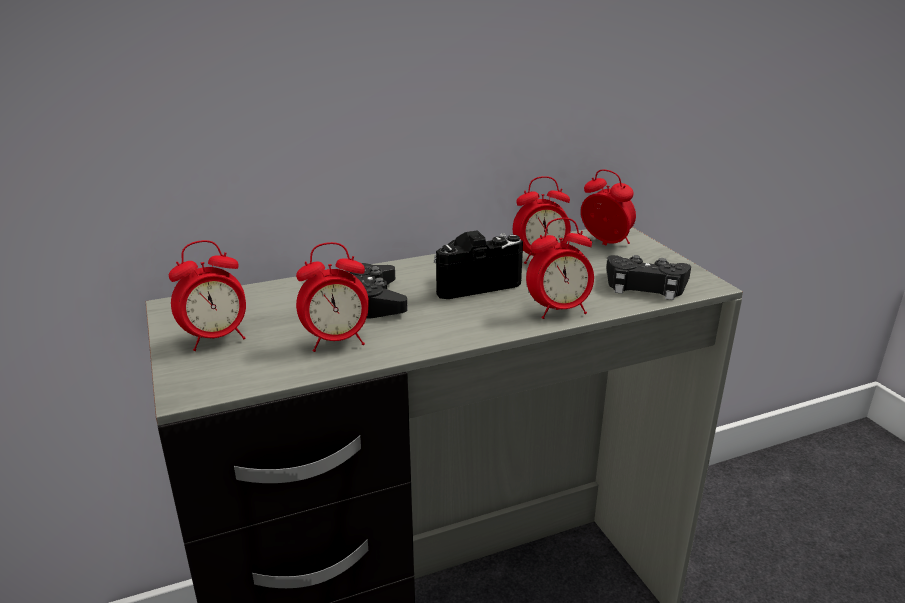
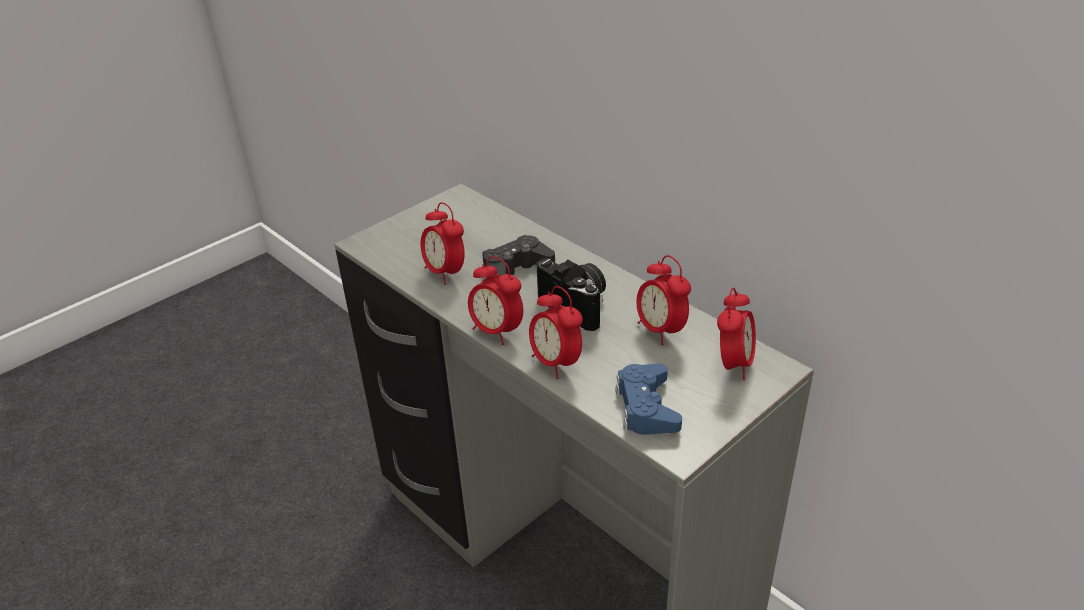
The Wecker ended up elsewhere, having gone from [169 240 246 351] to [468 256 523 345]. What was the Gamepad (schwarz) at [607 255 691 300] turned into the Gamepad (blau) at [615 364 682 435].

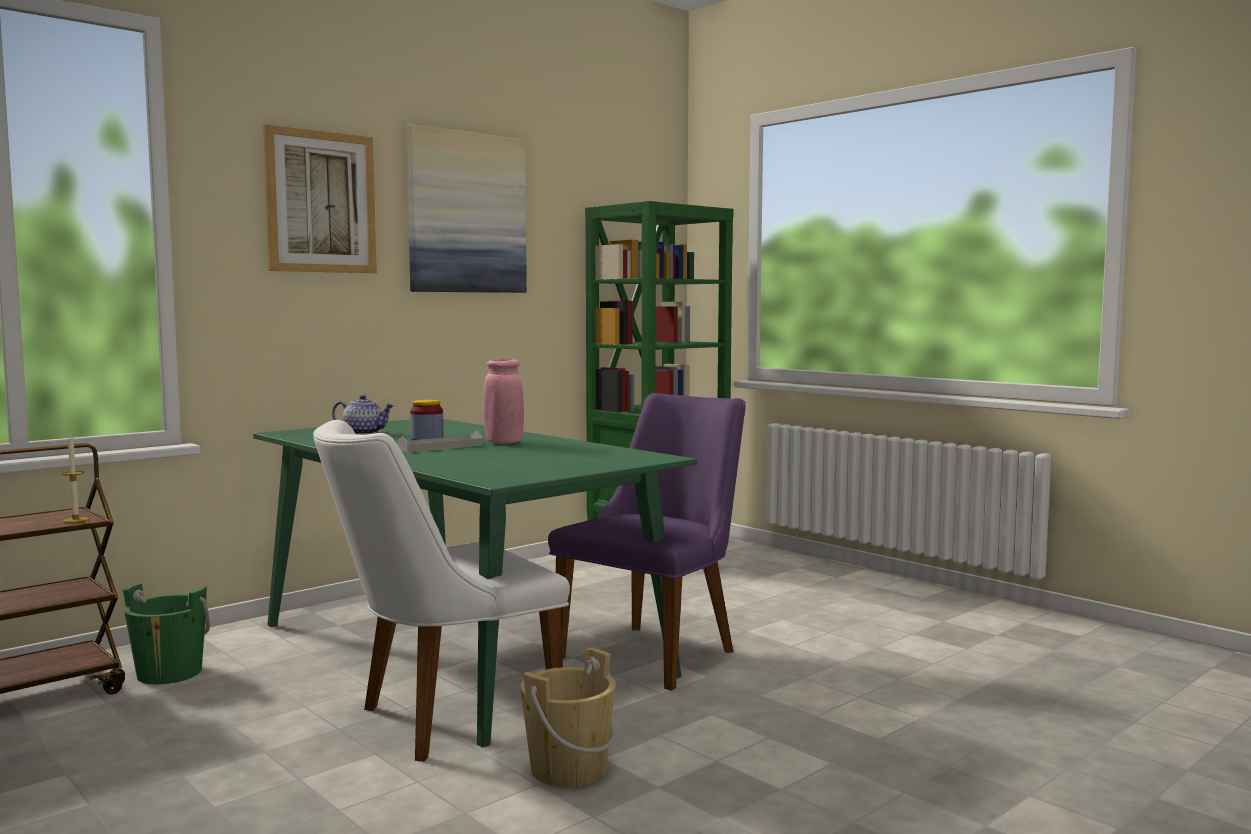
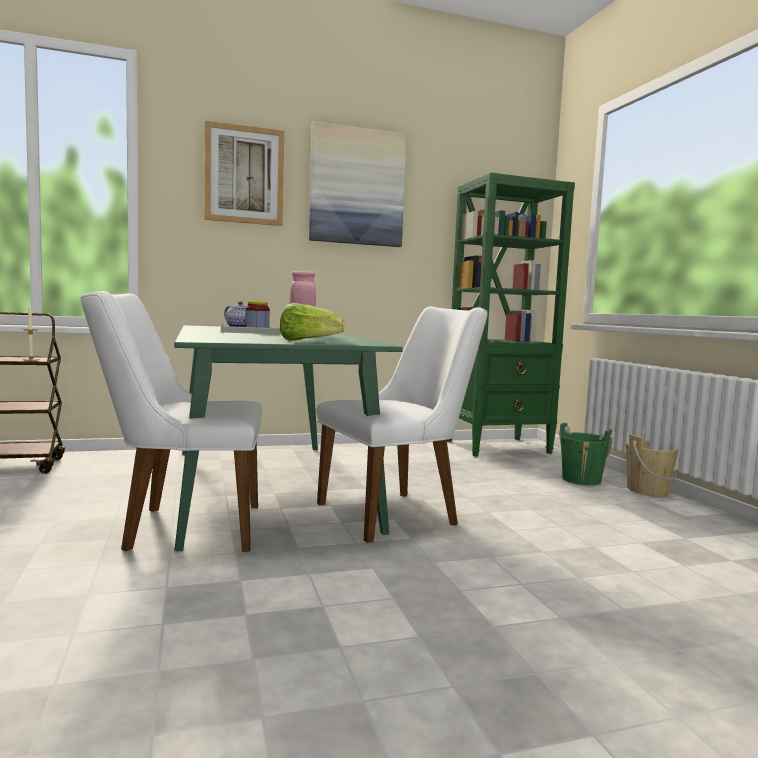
The second view gained the Salatkopf at [280 303 344 341]. What was the Stuhl (lila) at [548 393 746 691] turned into the Stuhl (weiß) at [317 306 488 543]. The Eimer (grün) ended up elsewhere, having gone from [123 583 210 684] to [559 423 613 485]. The Eimer (beige) ended up elsewhere, having gone from [520 647 616 787] to [626 434 679 496].

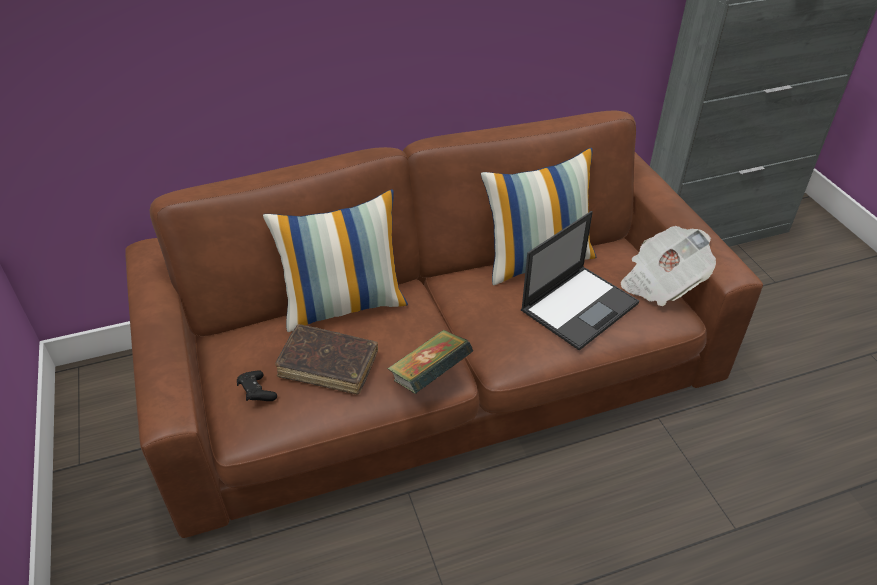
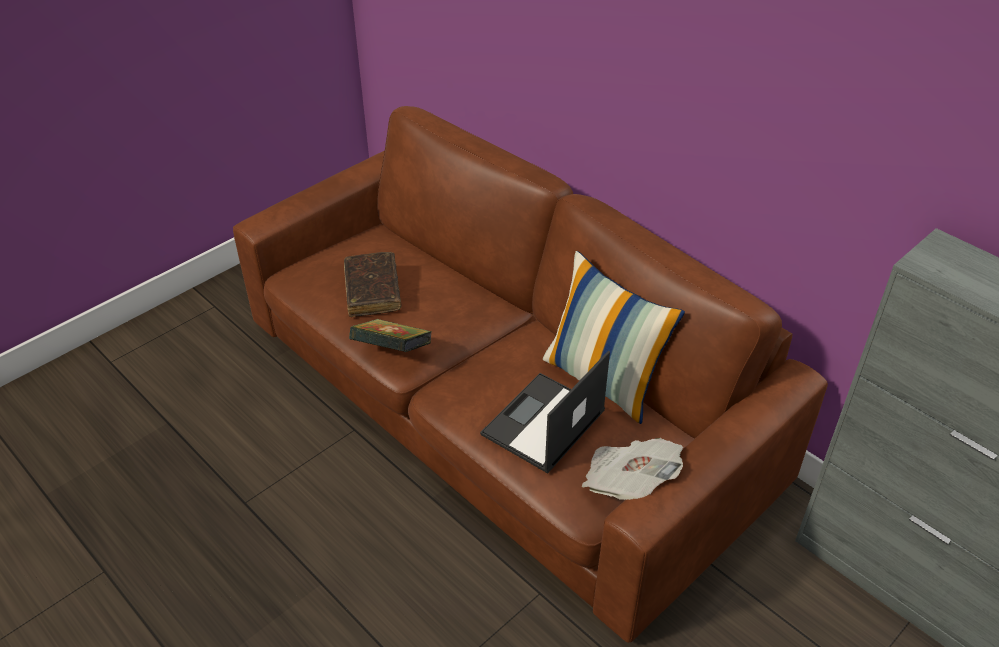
The Laptop at [521 211 639 351] ended up facing another way, 105 degrees clockwise from before. The second view lost the Gamepad (schwarz) at [237 370 277 401]. The second view lost the Kissen at [263 189 408 332].

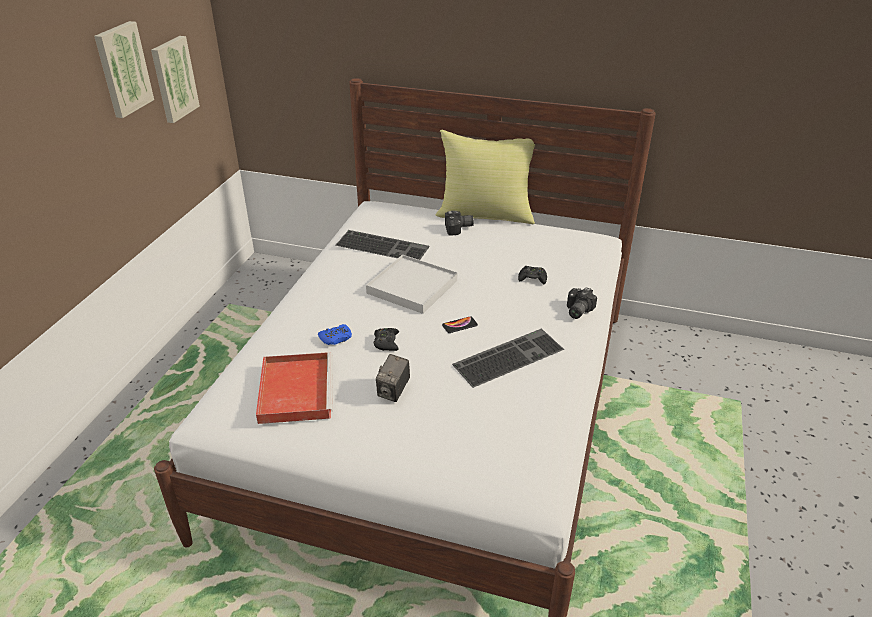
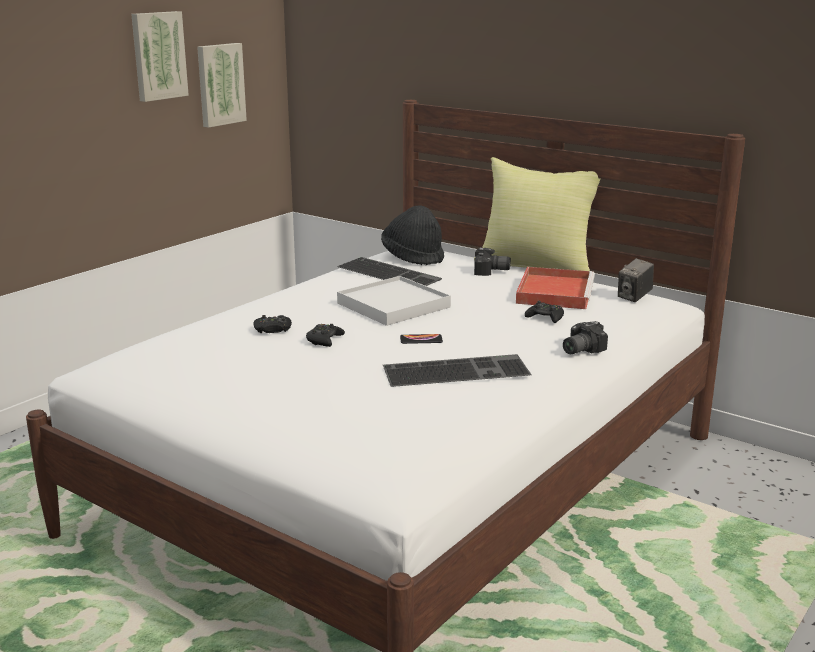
What was the Gamepad (blau) at [318 324 352 345] turned into the Gamepad (schwarz) at [253 315 292 333]. The second view gained the Hut (schwarz) at [381 206 444 265]. The Tablett (rot) ended up elsewhere, having gone from [256 352 333 424] to [516 267 595 309]. The Kamera ended up elsewhere, having gone from [376 354 410 402] to [618 258 654 302].

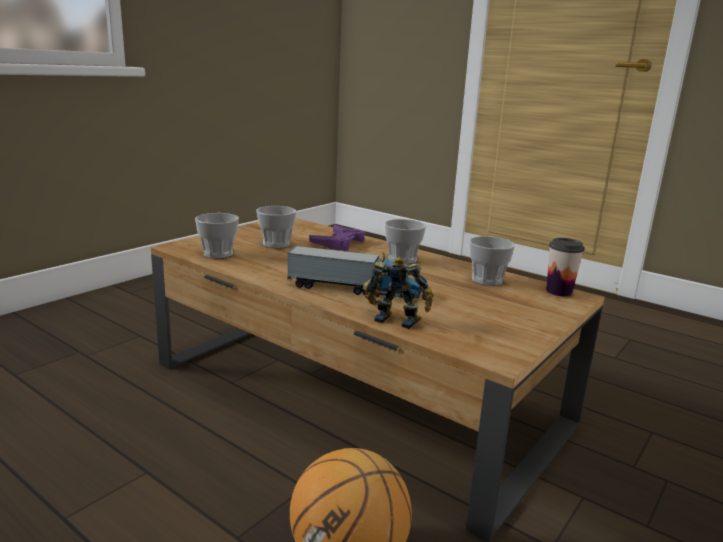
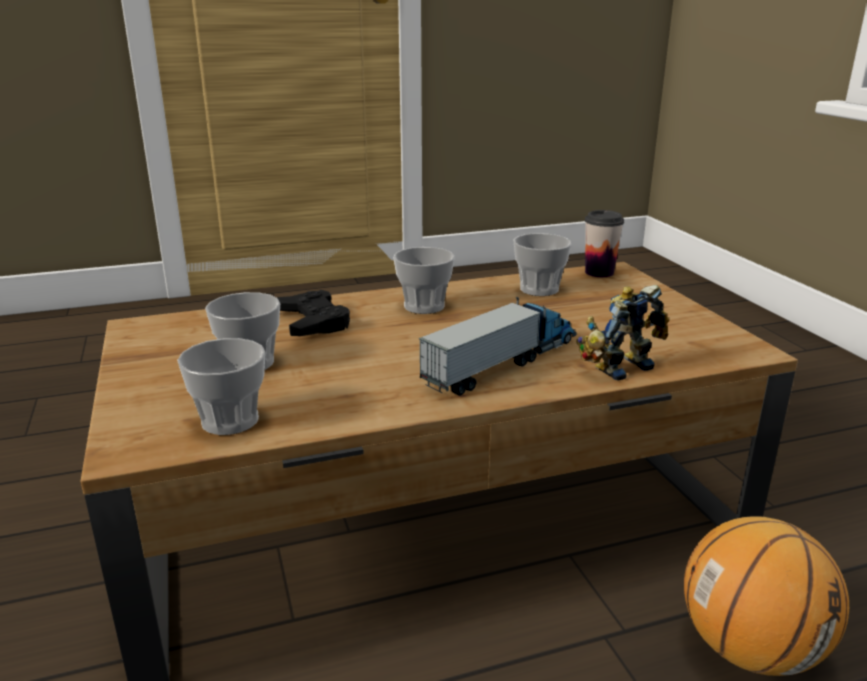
What was the Gamepad (lila) at [309 225 365 251] turned into the Gamepad (schwarz) at [276 290 350 336].

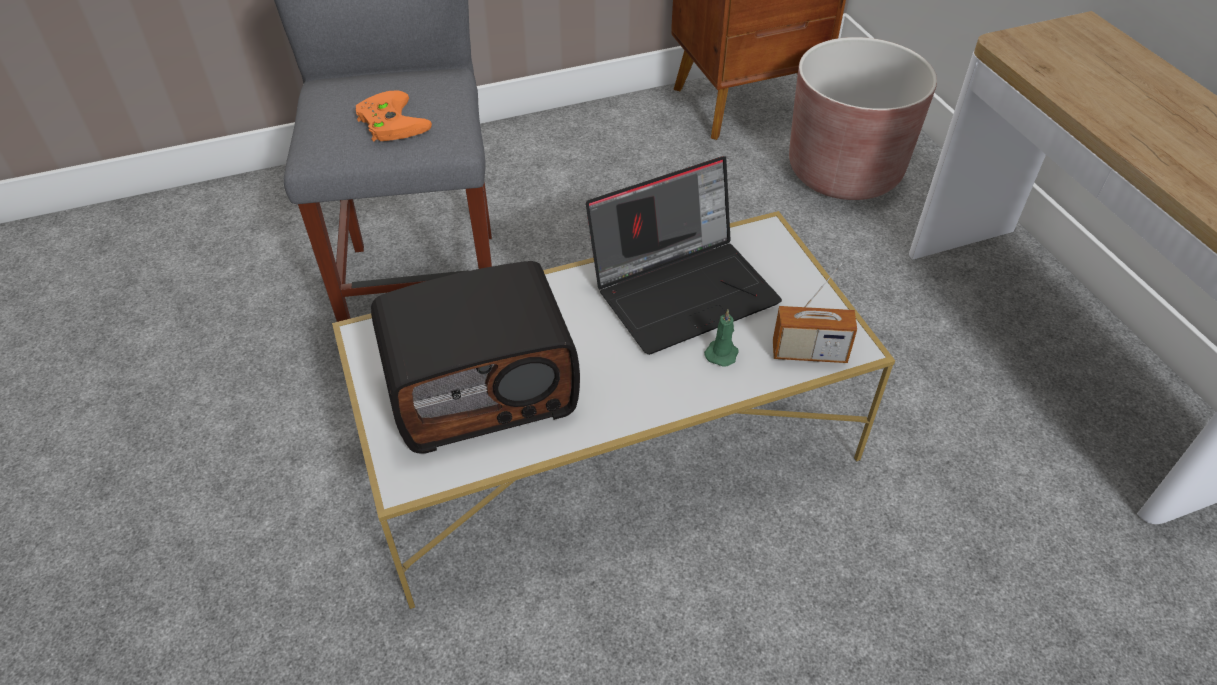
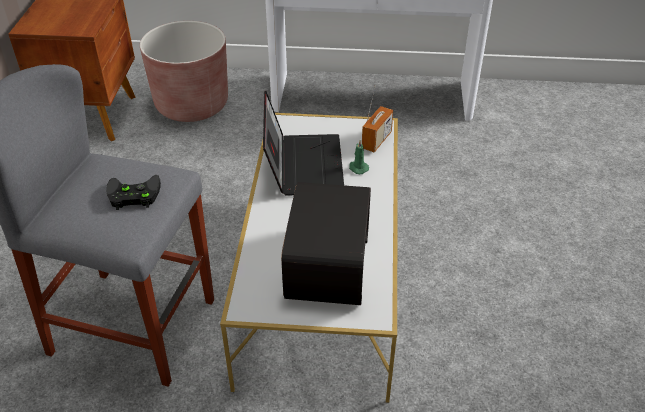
What was the Gamepad (orange) at [356 90 432 142] turned into the Gamepad (schwarz) at [106 175 161 210].

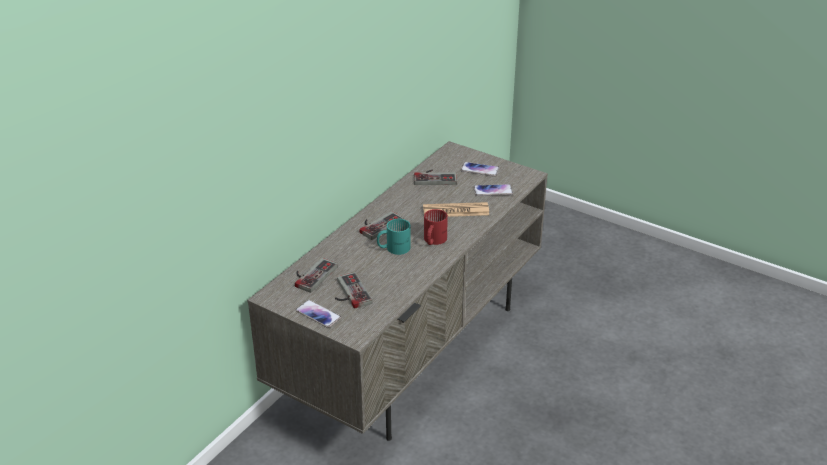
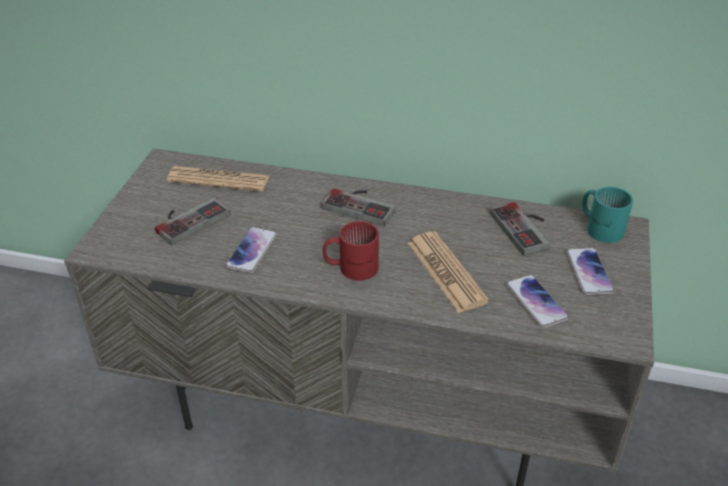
Where the Gamepad stood at [295 258 338 293], the Zeitung came to stand at [167 166 269 191]. The Handy ended up elsewhere, having gone from [296 300 341 328] to [225 227 277 273]. The Henkelbecher (türkis) ended up elsewhere, having gone from [377 219 411 255] to [582 187 633 243].

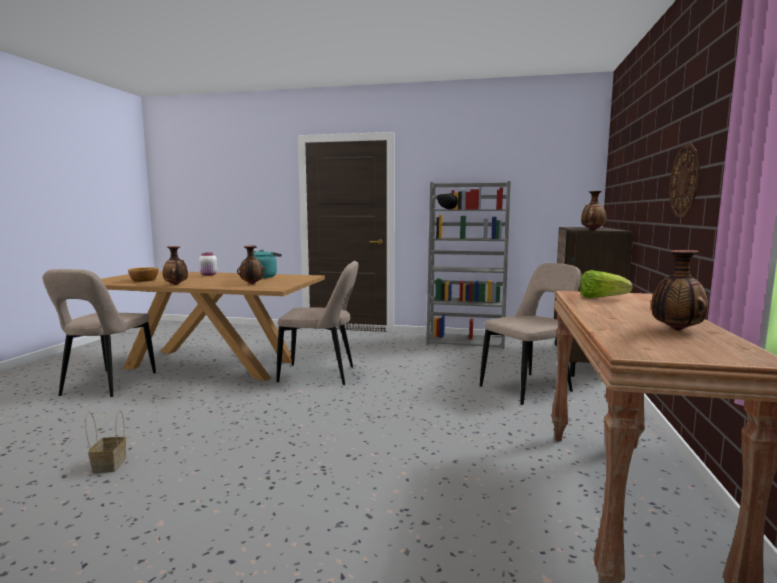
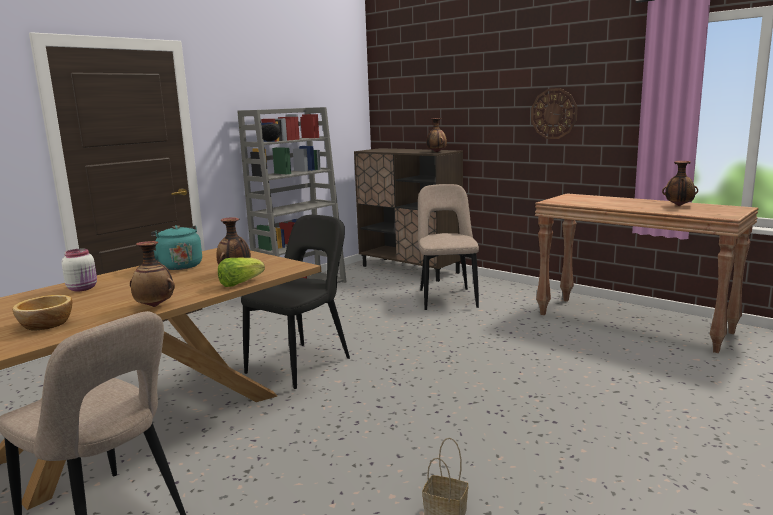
The Salatkopf ended up elsewhere, having gone from [580 270 632 298] to [218 257 265 287]. What was the Stuhl (beige) at [277 261 358 385] turned into the Stuhl (schwarz) at [241 215 350 389].

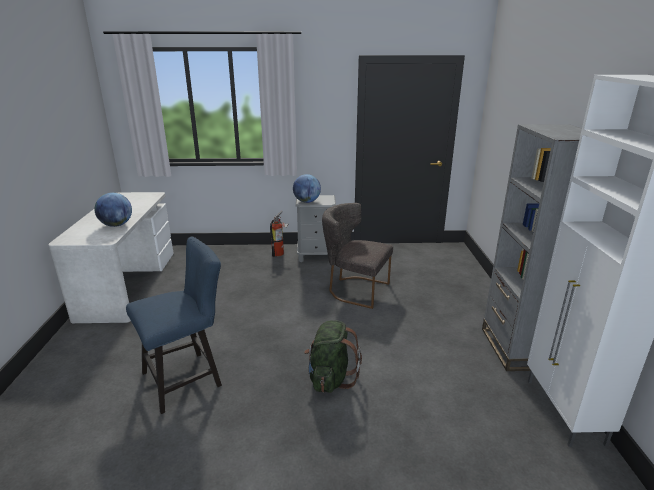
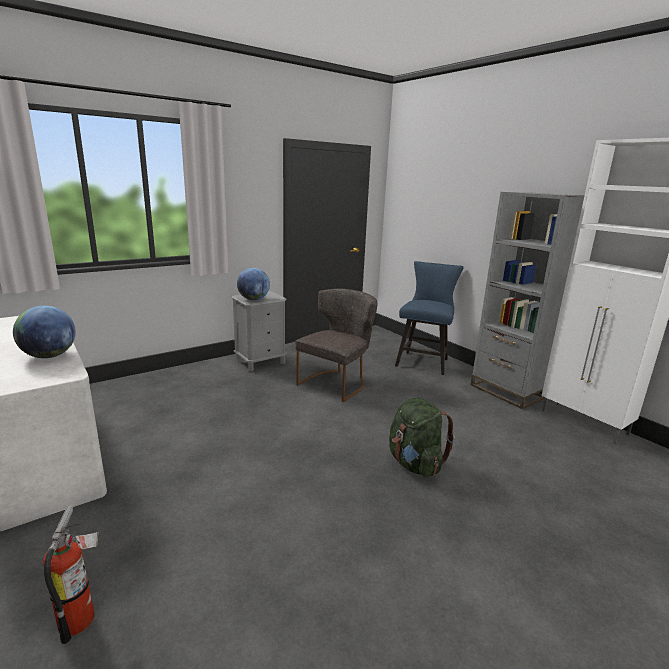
The Feuerlöscher ended up elsewhere, having gone from [270 211 289 257] to [43 505 99 644]. The Stuhl (grau) at [322 203 393 309] ended up facing another way, 135 degrees clockwise from before. The Stuhl (blau) ended up elsewhere, having gone from [126 236 222 414] to [395 261 464 375].

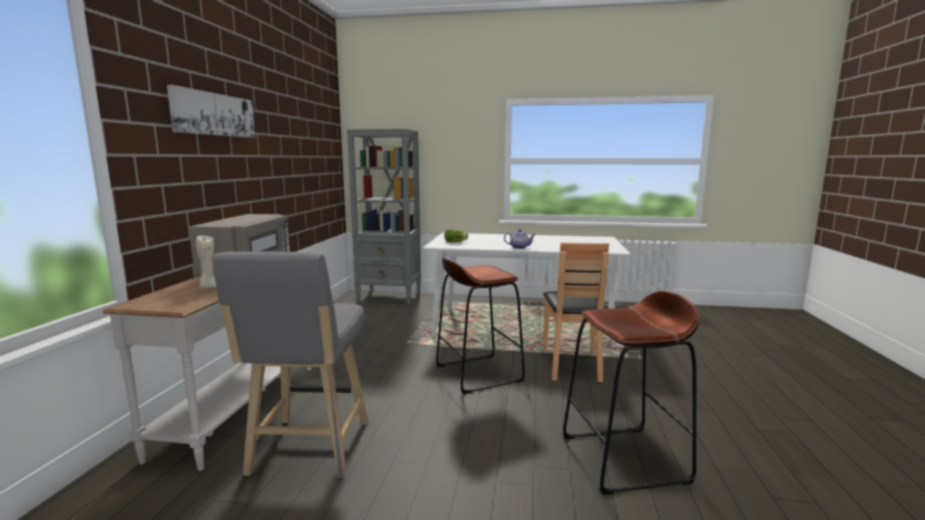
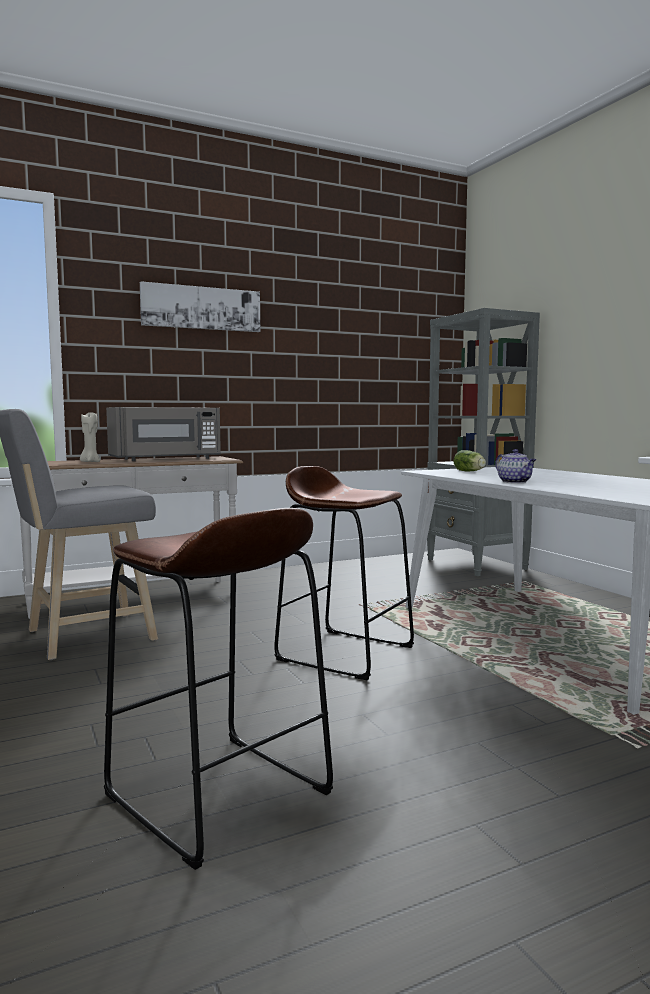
The second view lost the Stuhl (braun) at [543 242 609 382].

